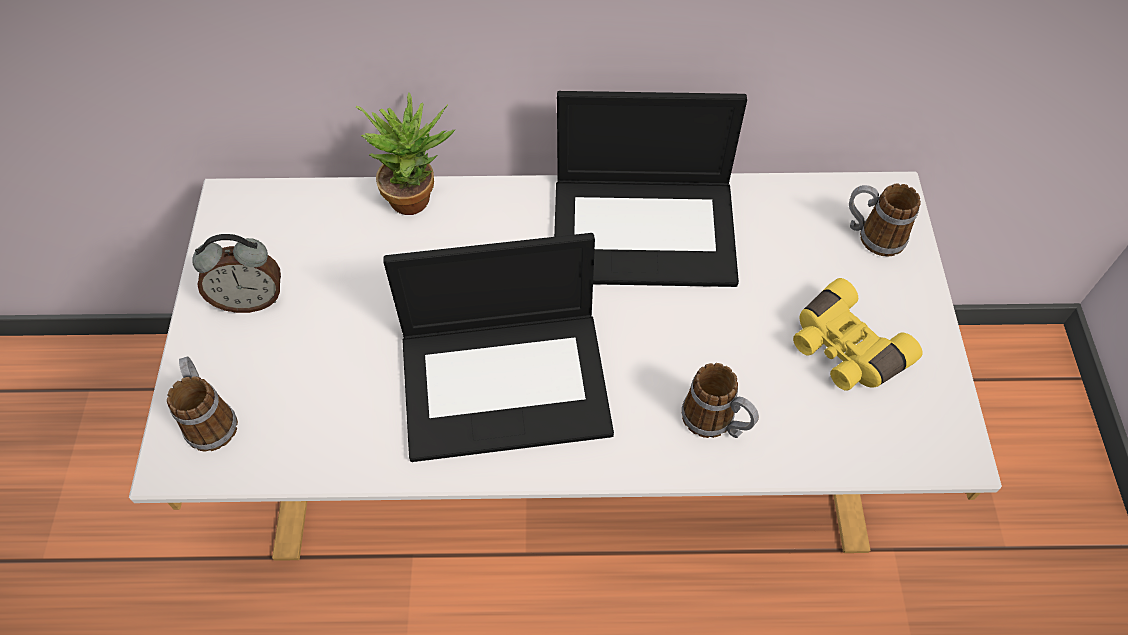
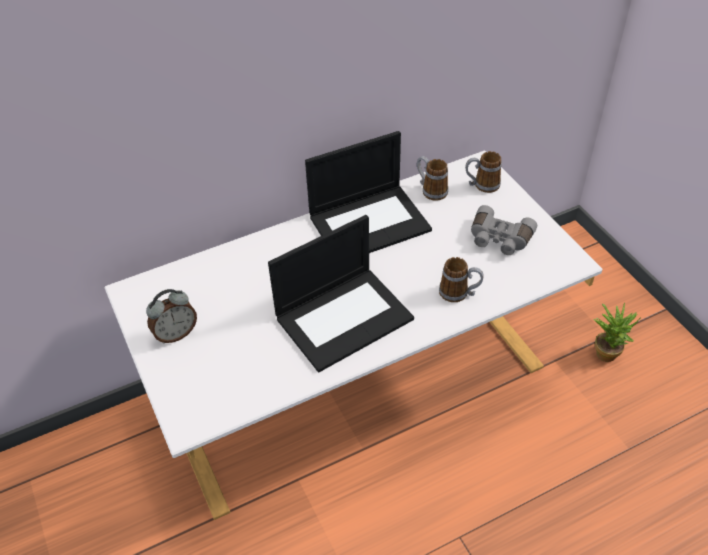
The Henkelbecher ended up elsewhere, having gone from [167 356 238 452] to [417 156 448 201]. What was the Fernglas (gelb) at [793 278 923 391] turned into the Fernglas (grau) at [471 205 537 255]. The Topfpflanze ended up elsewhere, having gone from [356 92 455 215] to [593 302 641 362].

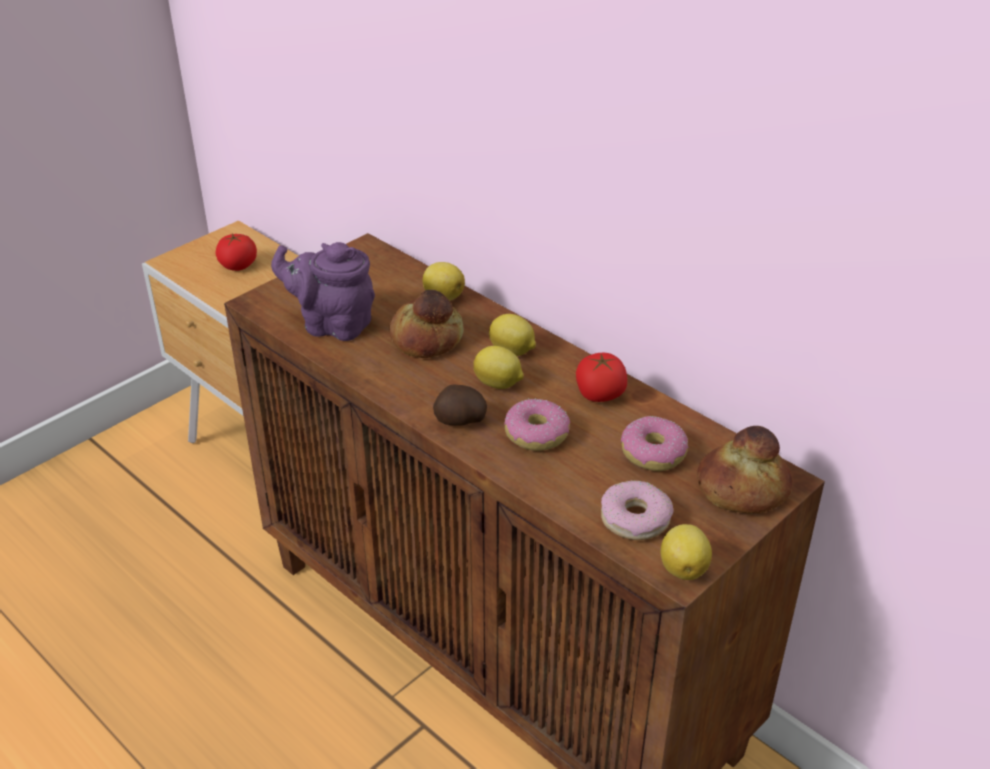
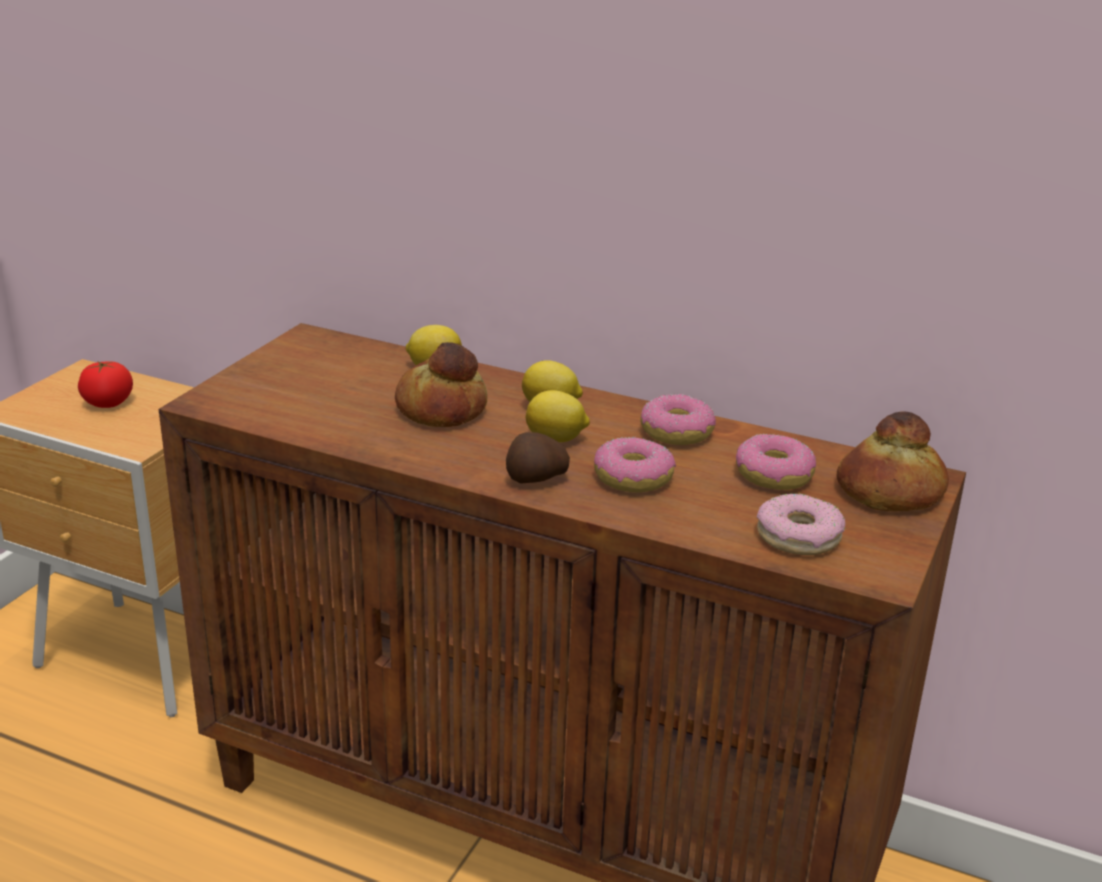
Where the Tomate stood at [576 353 627 402], the Donut came to stand at [640 394 716 445]. The second view lost the Teekanne (lila) at [271 242 375 341]. The second view lost the Zitrone at [661 524 712 580].

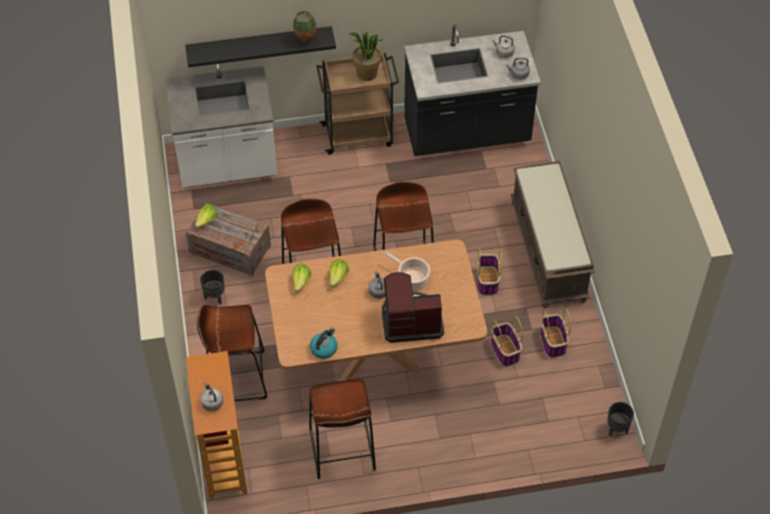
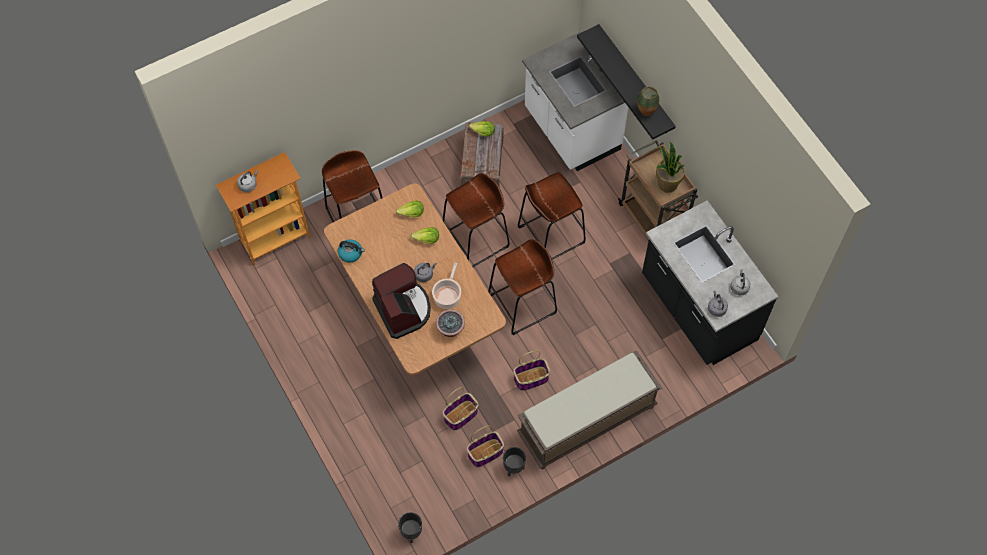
The second view gained the Topfpflanze at [436 309 465 337]. The Pflanzkübel (schwarz) ended up elsewhere, having gone from [200 270 225 304] to [503 447 526 477]. The Hocker (braun) ended up elsewhere, having gone from [309 379 376 479] to [518 172 586 260].

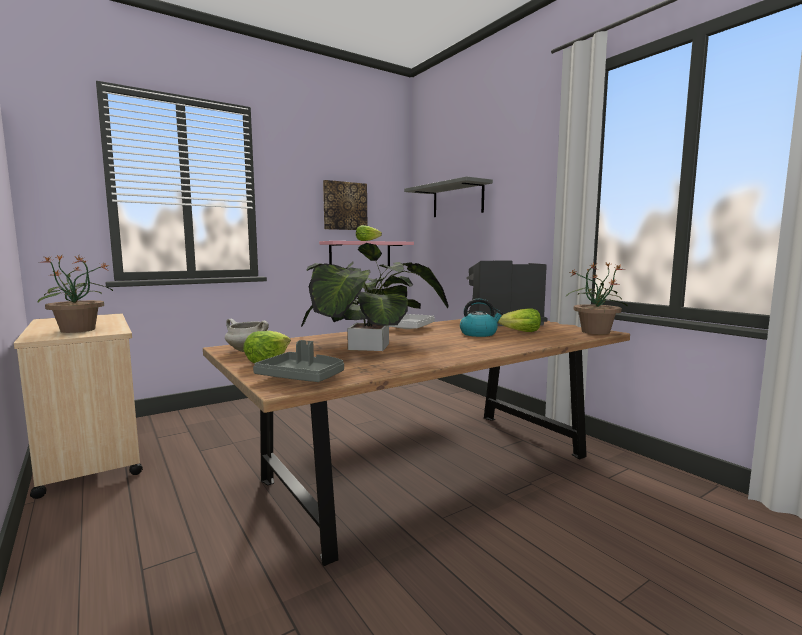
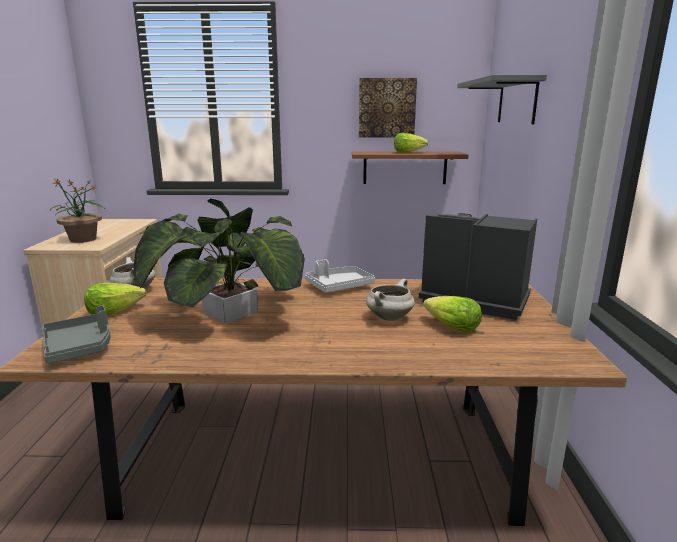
What was the Wandregal (rosa) at [319 241 414 266] turned into the Wandregal (braun) at [352 151 468 184]. Where the Wasserkessel stood at [460 299 503 337], the Kochtopf (weiß) came to stand at [366 279 415 321]. The second view lost the Topfpflanze at [566 262 628 334].

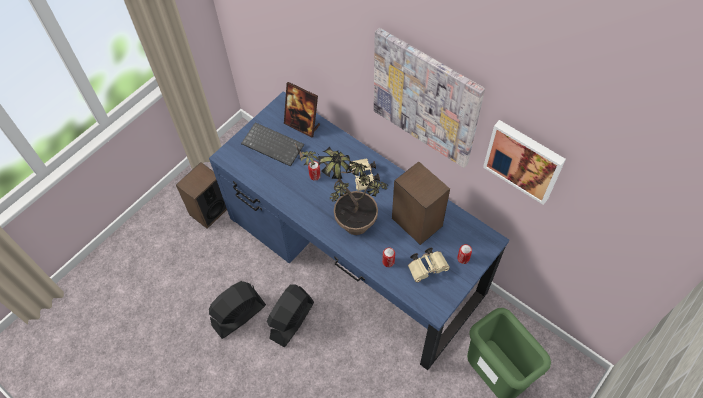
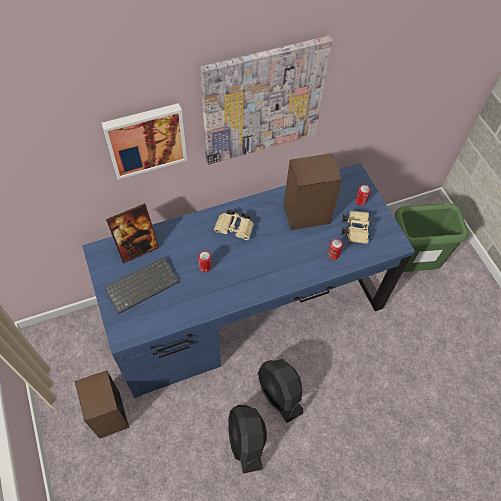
The Bild ended up elsewhere, having gone from [483 120 566 205] to [102 103 187 180]. The second view lost the Topfpflanze at [295 144 388 235].

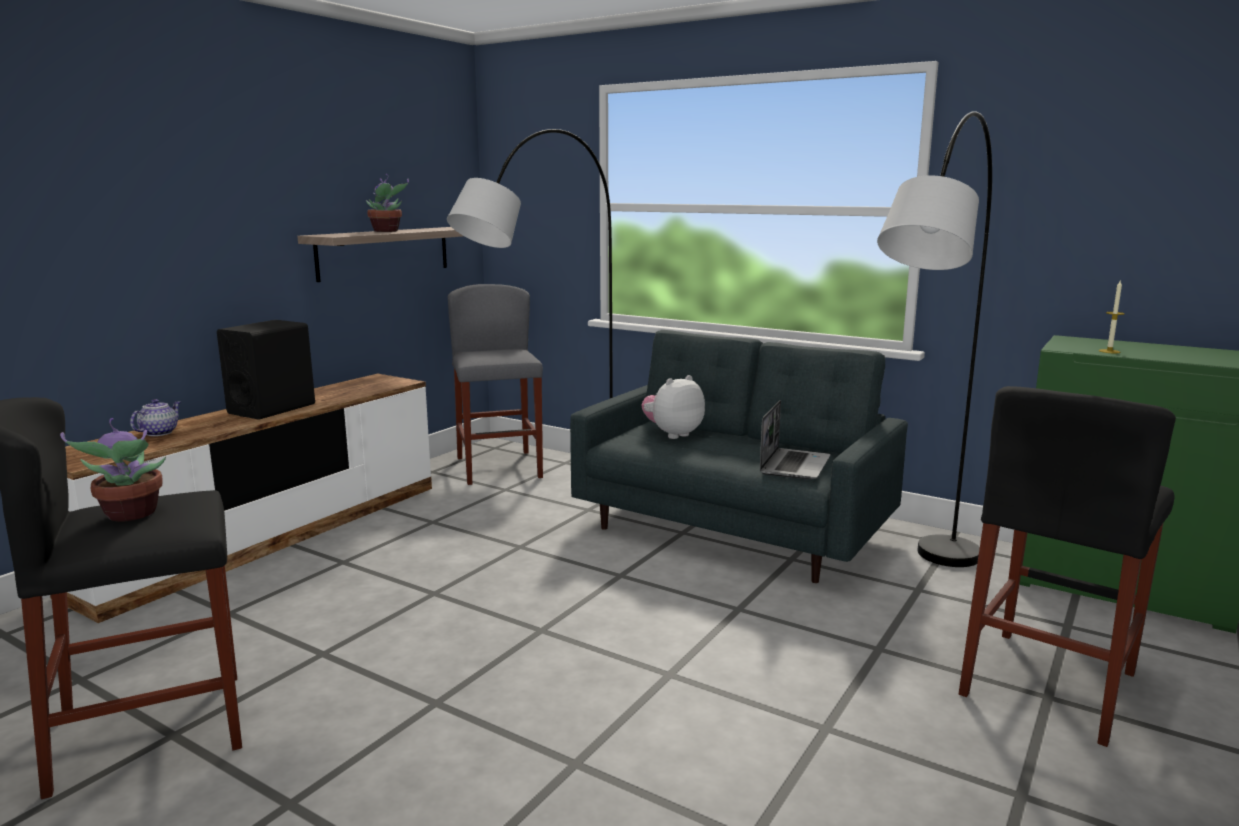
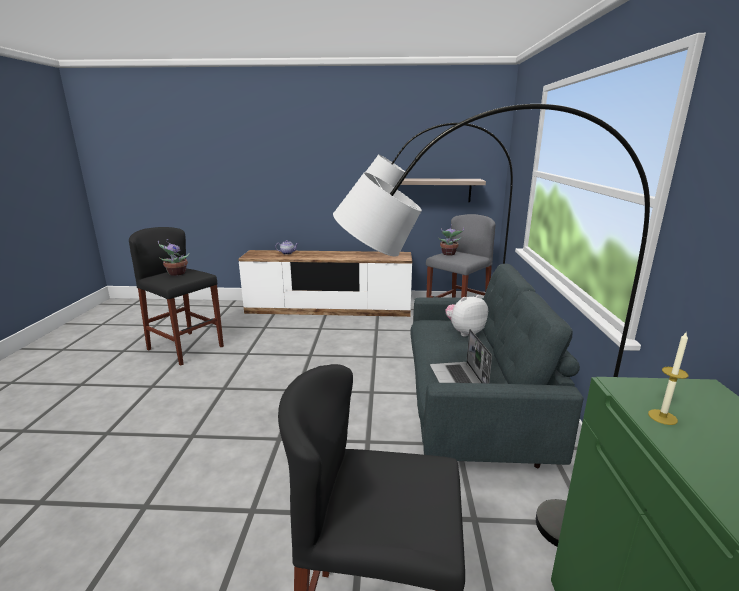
The Laptop at [760 400 831 480] ended up facing another way, 90 degrees clockwise from before. The Topfpflanze ended up elsewhere, having gone from [366 174 409 232] to [438 225 464 256]. The Plüschtier at [641 375 705 439] ended up facing another way, 45 degrees counterclockwise from before. The second view lost the Lautsprecher (schwarz) at [217 320 315 420].

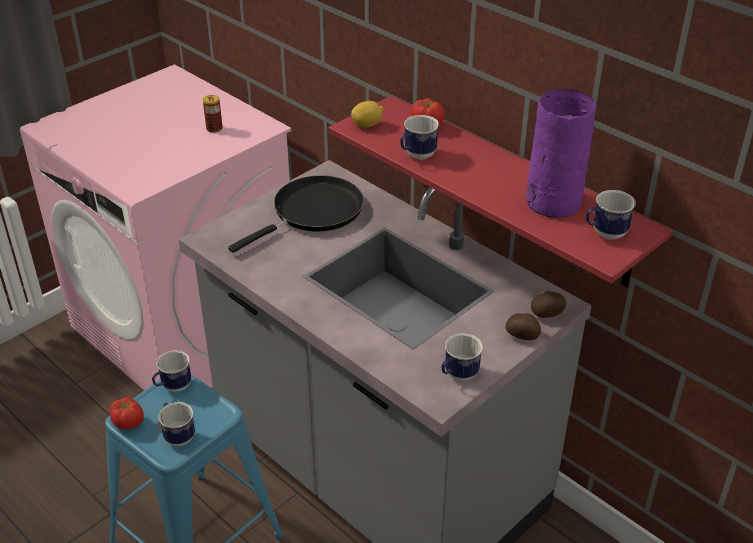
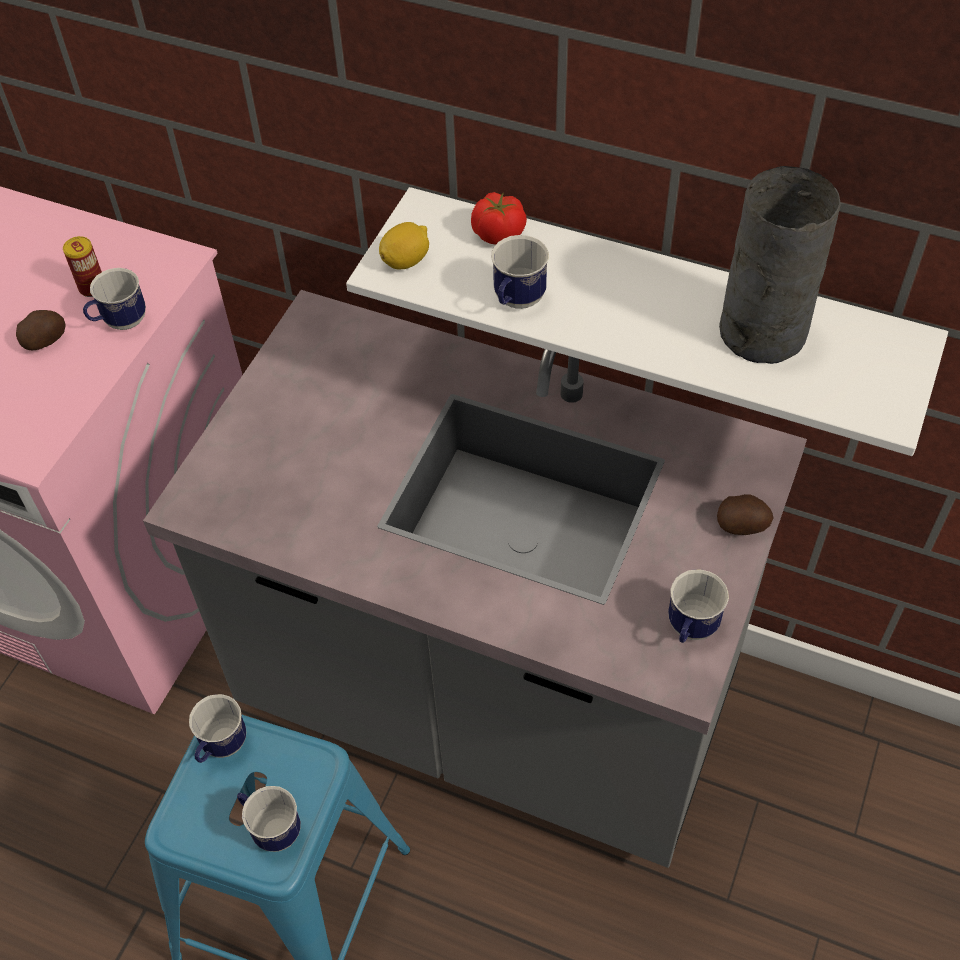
The Kartoffel ended up elsewhere, having gone from [531 291 566 318] to [16 310 65 350]. The Henkelbecher ended up elsewhere, having gone from [586 190 636 240] to [83 268 146 330]. What was the Wandregal (rot) at [329 96 672 287] turned into the Wandregal (weiß) at [346 187 948 456]. What was the Vase (lila) at [526 89 596 218] turned into the Vase (grau) at [719 166 841 364]. The second view lost the Tomate at [110 397 144 429]. The second view lost the Pfanne (schwarz) at [228 175 364 253].

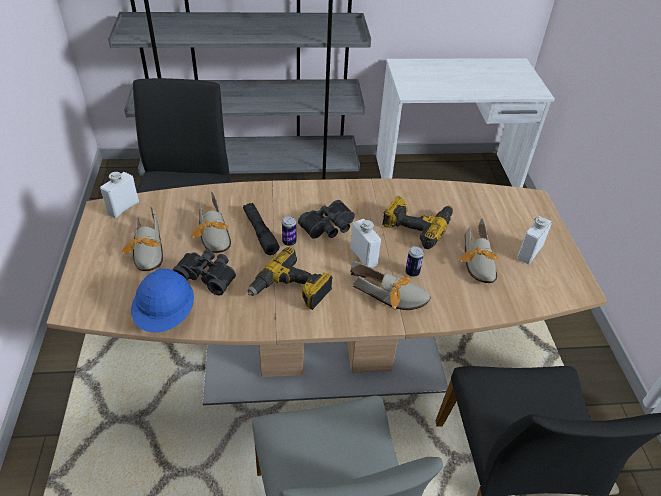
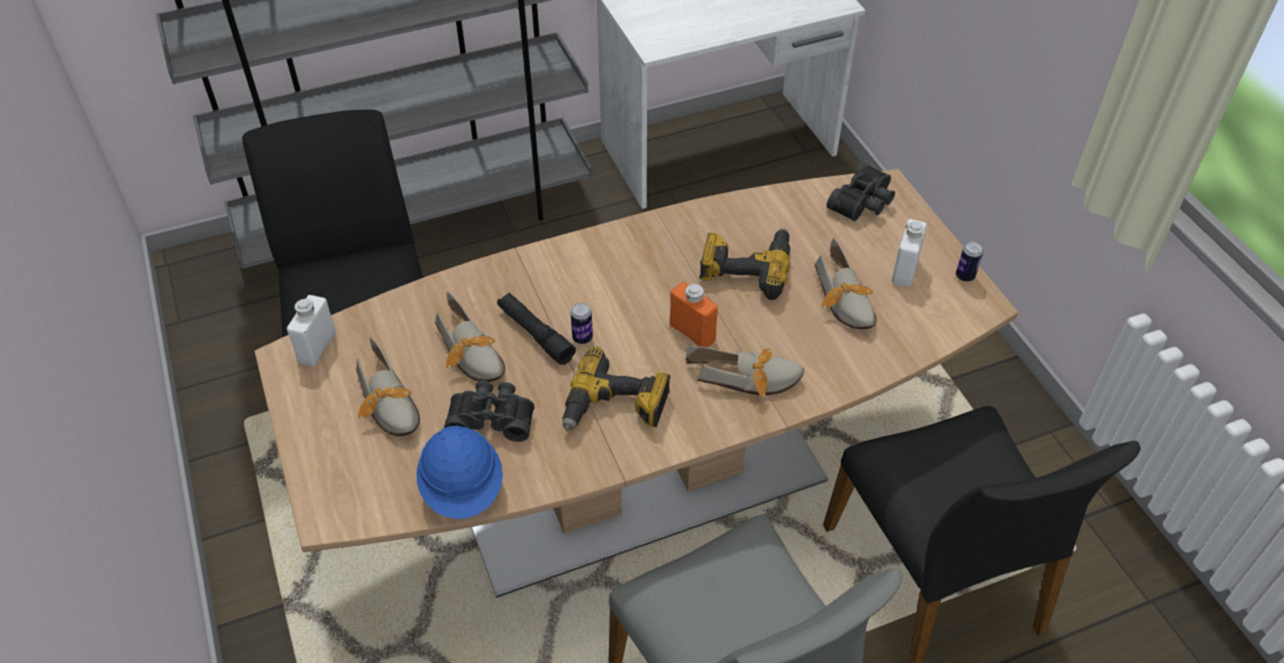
What was the Flasche (weiß) at [350 219 381 268] turned into the Flasche (orange) at [670 282 718 347]. The Fernglas (schwarz) ended up elsewhere, having gone from [298 200 355 239] to [827 163 895 221]. The Dose ended up elsewhere, having gone from [405 246 424 277] to [956 241 983 282].

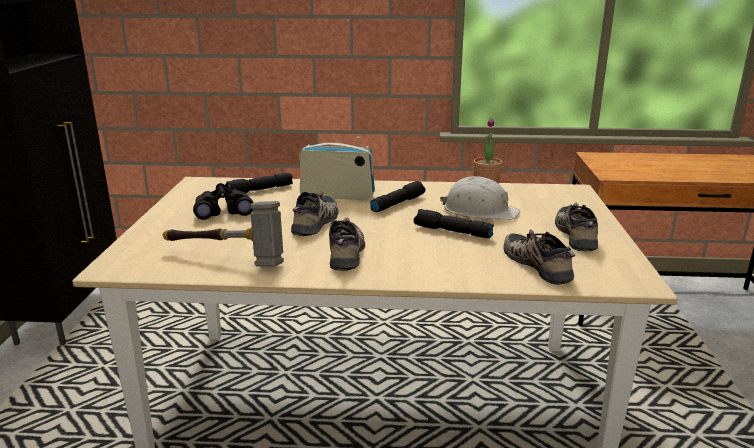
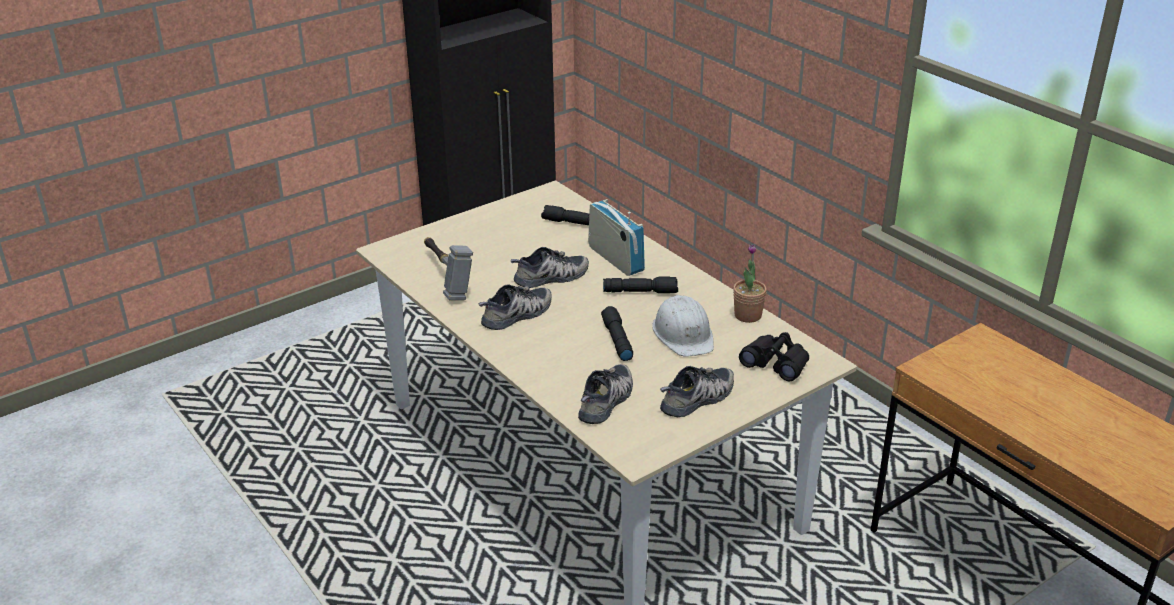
The Fernglas (schwarz) ended up elsewhere, having gone from [193 183 253 220] to [739 332 809 381].

